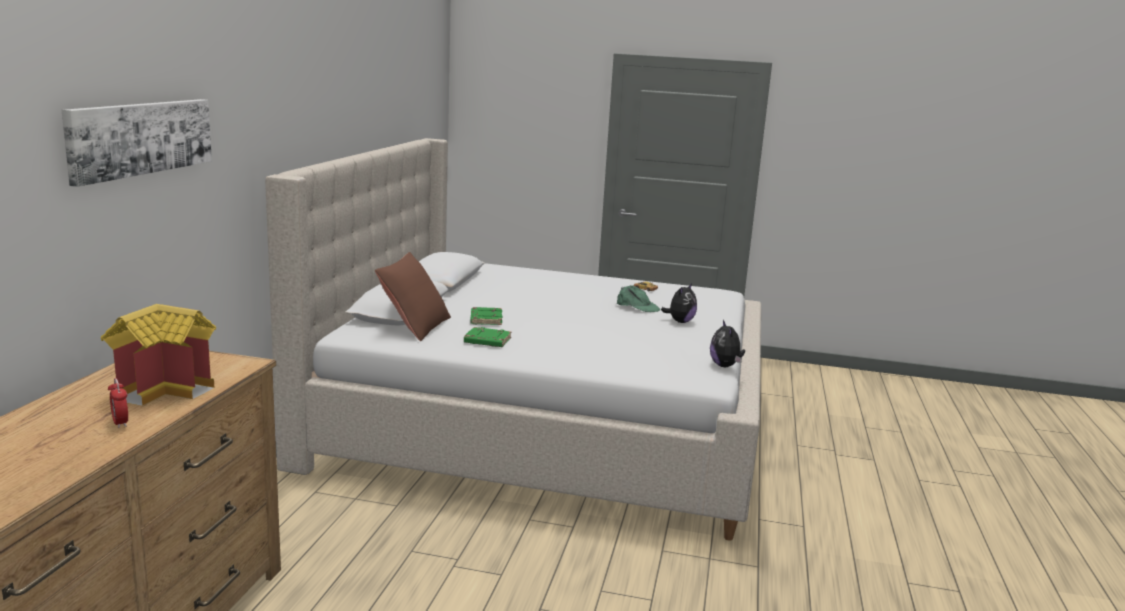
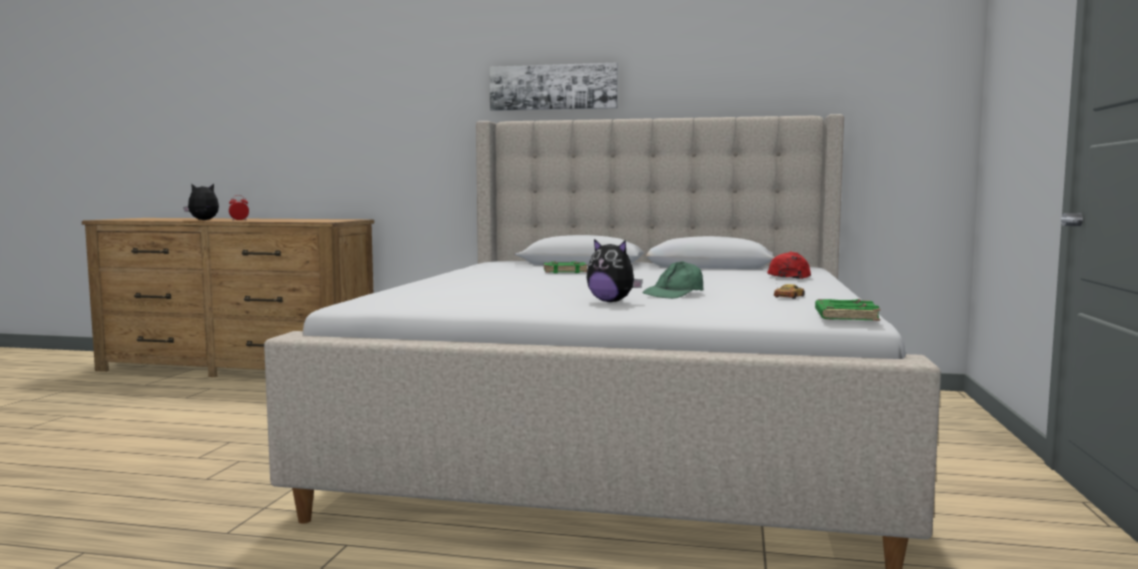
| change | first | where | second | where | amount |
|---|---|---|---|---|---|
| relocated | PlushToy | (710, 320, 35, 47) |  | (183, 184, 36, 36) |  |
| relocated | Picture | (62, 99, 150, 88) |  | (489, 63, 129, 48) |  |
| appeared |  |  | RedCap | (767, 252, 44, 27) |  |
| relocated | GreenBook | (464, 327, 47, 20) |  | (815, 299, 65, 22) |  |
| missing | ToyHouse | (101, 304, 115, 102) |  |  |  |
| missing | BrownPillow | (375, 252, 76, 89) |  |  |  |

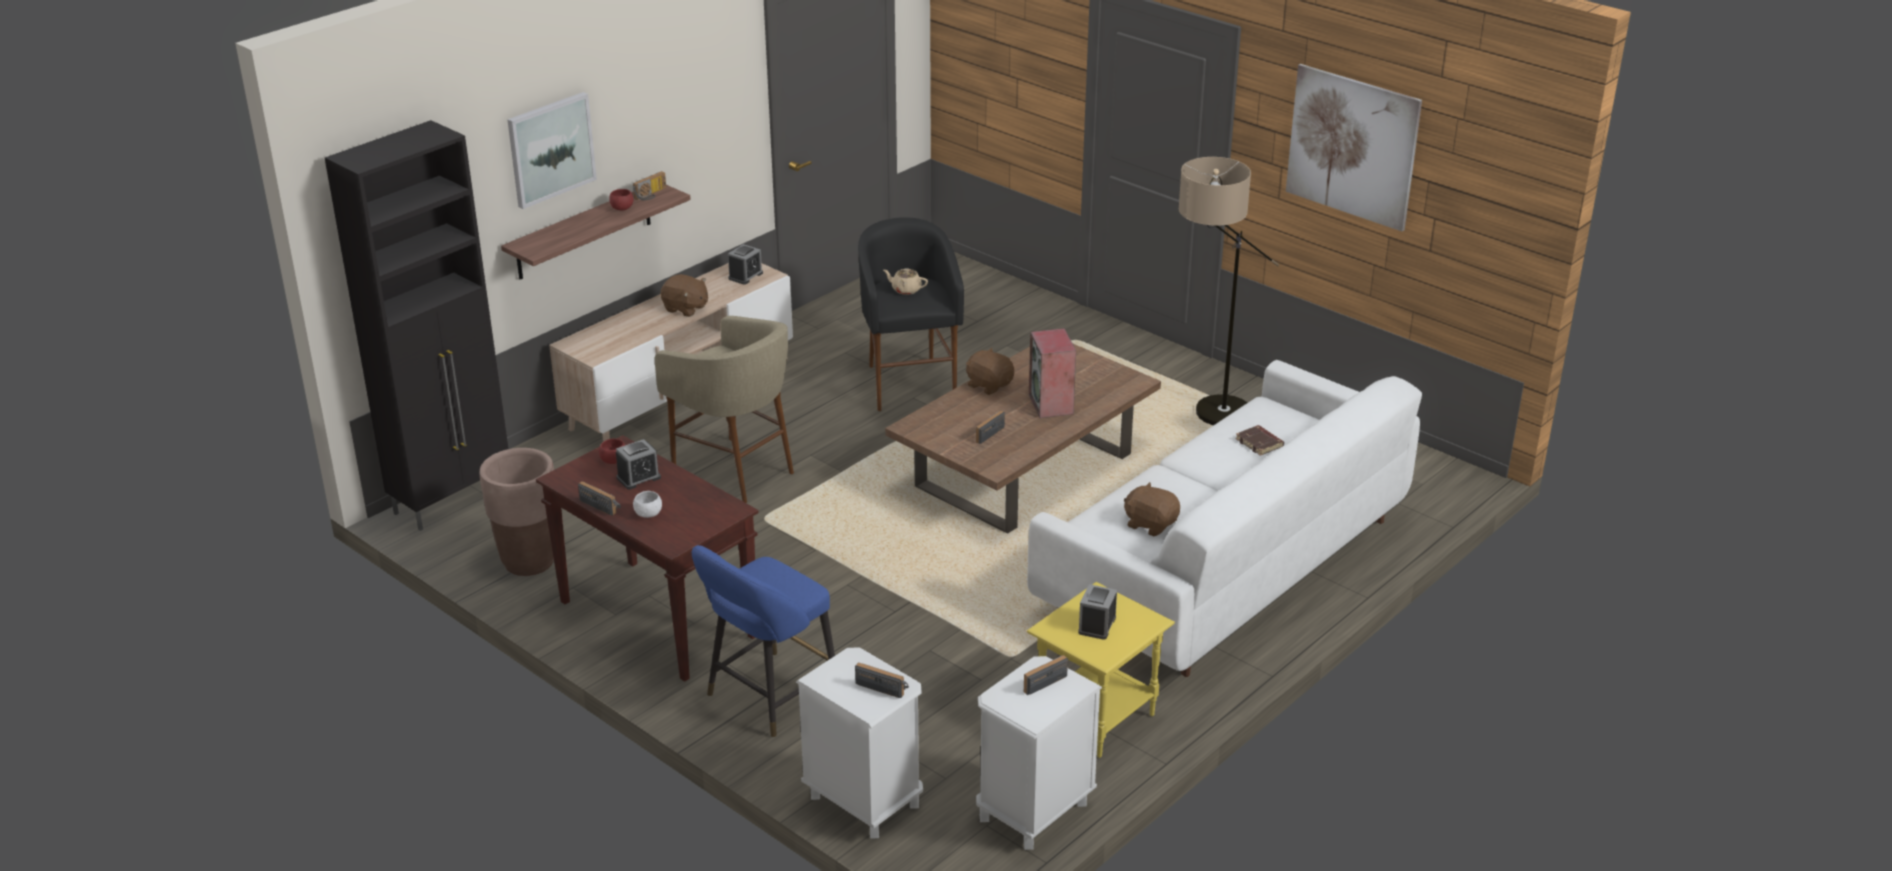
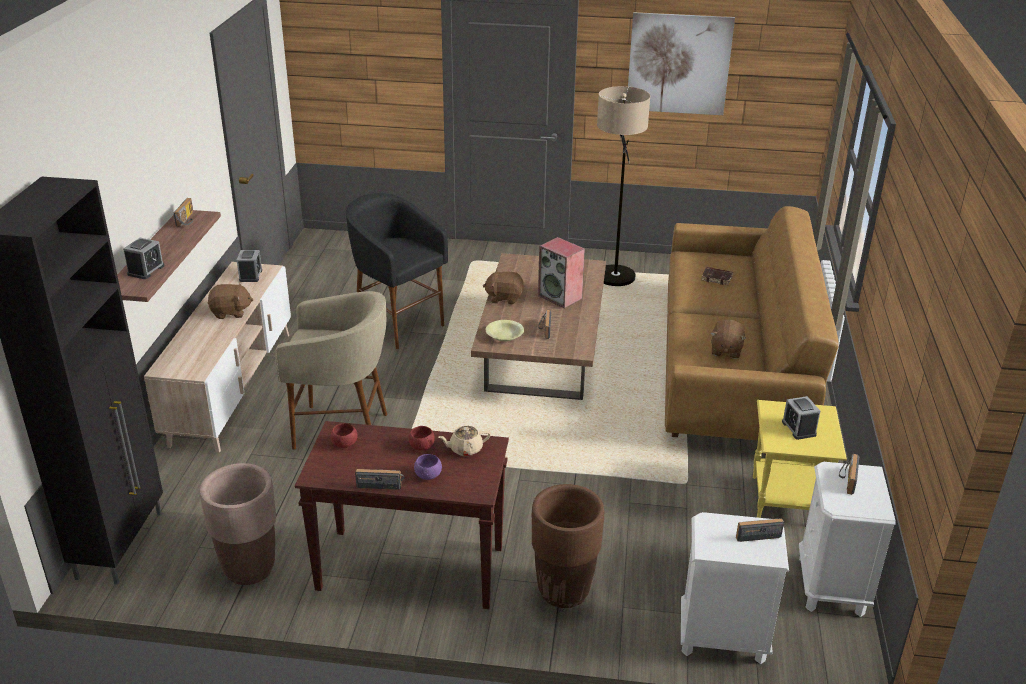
| change | first | where | second | where | amount |
|---|---|---|---|---|---|
| relocated | AlarmClock | (616, 439, 45, 51) |  | (123, 238, 42, 41) |  |
| relocated | RedBowl | (609, 189, 24, 21) |  | (409, 426, 26, 25) |  |
| colour | WhiteBowl | (633, 491, 29, 27) | PurpleBowl | (414, 454, 28, 26) |  |
| relocated | BeigeTeapot | (883, 268, 45, 27) |  | (438, 426, 53, 30) |  |
| appeared |  |  | YellowBowl | (486, 320, 38, 21) |  |
| exchanged | BlueStool | (692, 545, 143, 192) | BrownPlanter | (532, 484, 72, 124) |  |
| colour | WhiteSofa | (1027, 360, 395, 317) | BrownSofa | (665, 206, 174, 234) |  |
| spun | BrownPlushToy | (1124, 482, 56, 54) |  | (710, 320, 36, 39) | 75 degrees counterclockwise |
| missing | Picture | (507, 92, 90, 117) |  |  |  |

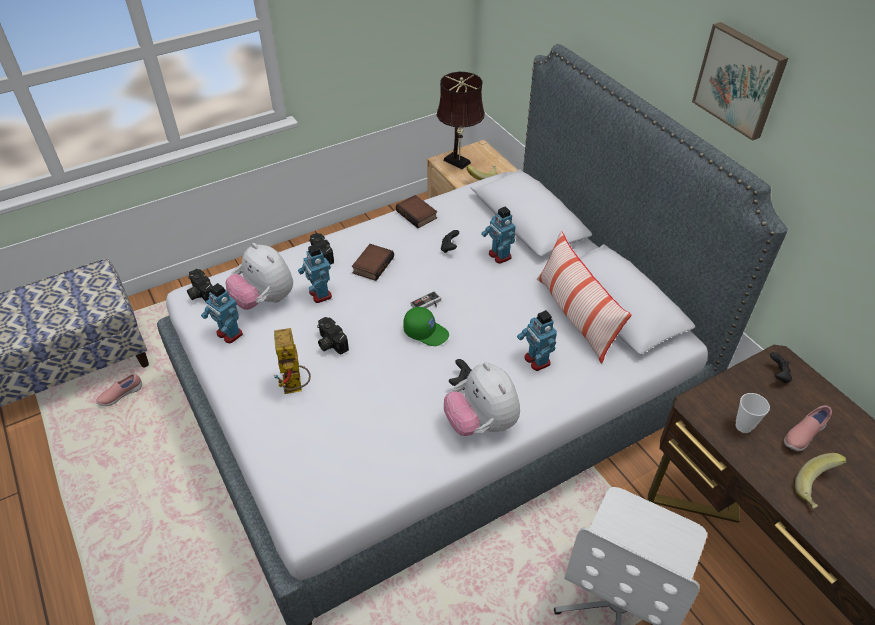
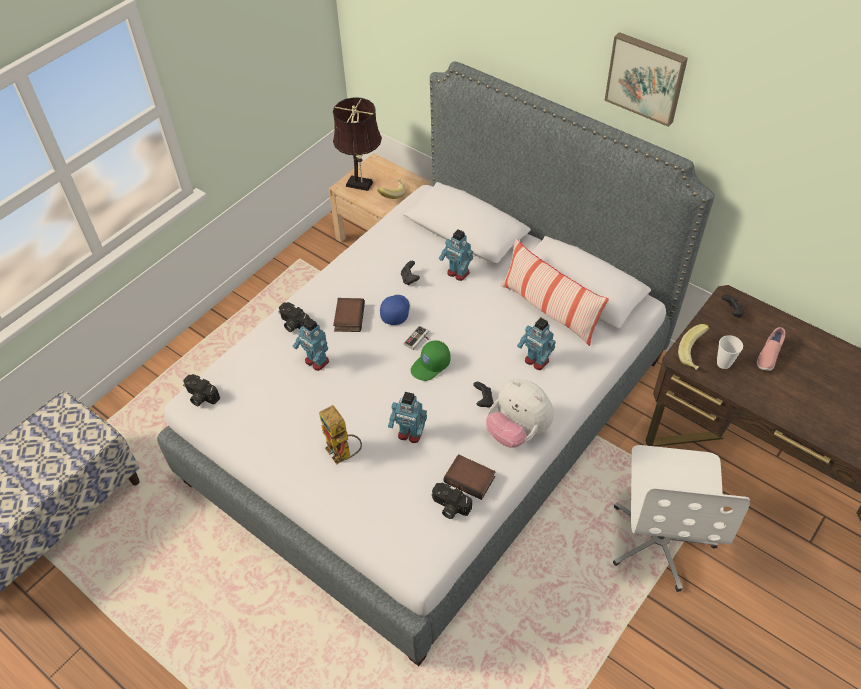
| change | first | where | second | where | amount |
|---|---|---|---|---|---|
| appeared |  |  | BlueCap | (380, 295, 30, 30) |  |
| relocated | ToyRobot | (201, 283, 42, 60) |  | (388, 392, 39, 51) |  |
| spun | GreenCap | (403, 307, 46, 39) |  | (411, 340, 39, 41) | 135 degrees clockwise |
| relocated | PhotoCamera | (317, 317, 32, 38) |  | (432, 483, 40, 36) |  |
| relocated | Book | (396, 195, 41, 33) |  | (444, 454, 52, 46) |  |
| relocated | Banana | (795, 453, 52, 56) |  | (678, 324, 31, 46) |  |
| missing | PinkShoe | (96, 374, 46, 32) |  |  |  |
| missing | PlushToy | (225, 243, 68, 67) |  |  |  |

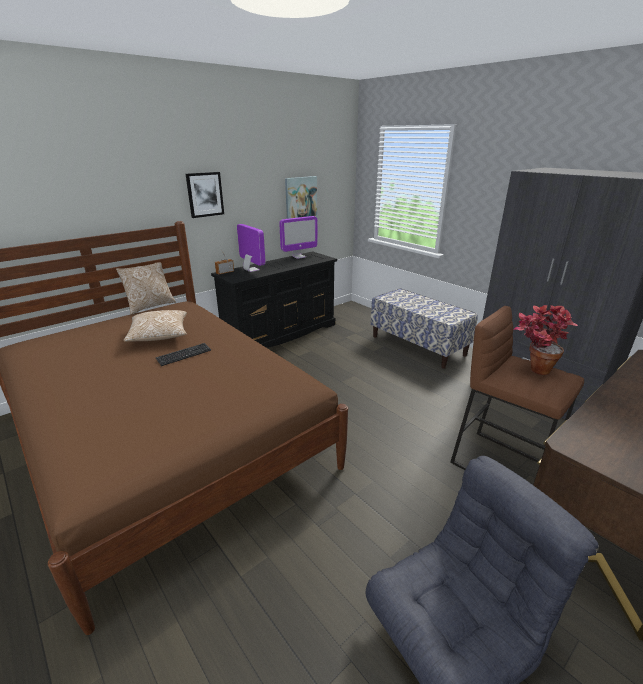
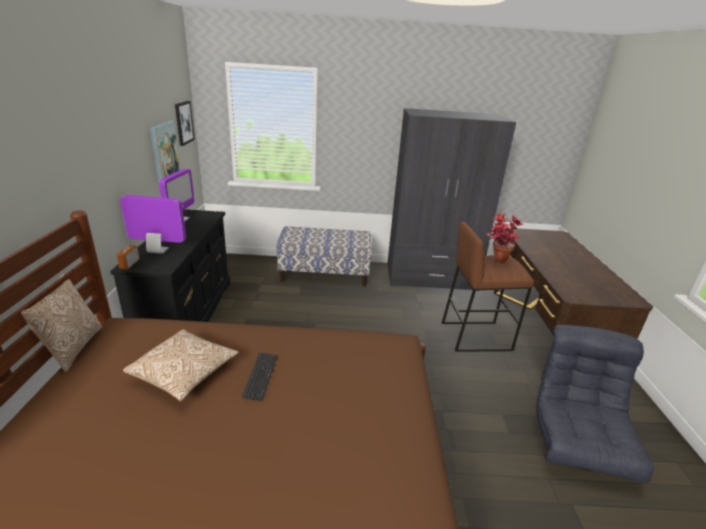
| change | first | where | second | where | amount |
|---|---|---|---|---|---|
| relocated | Picture | (186, 172, 38, 46) |  | (175, 101, 20, 45) |  |

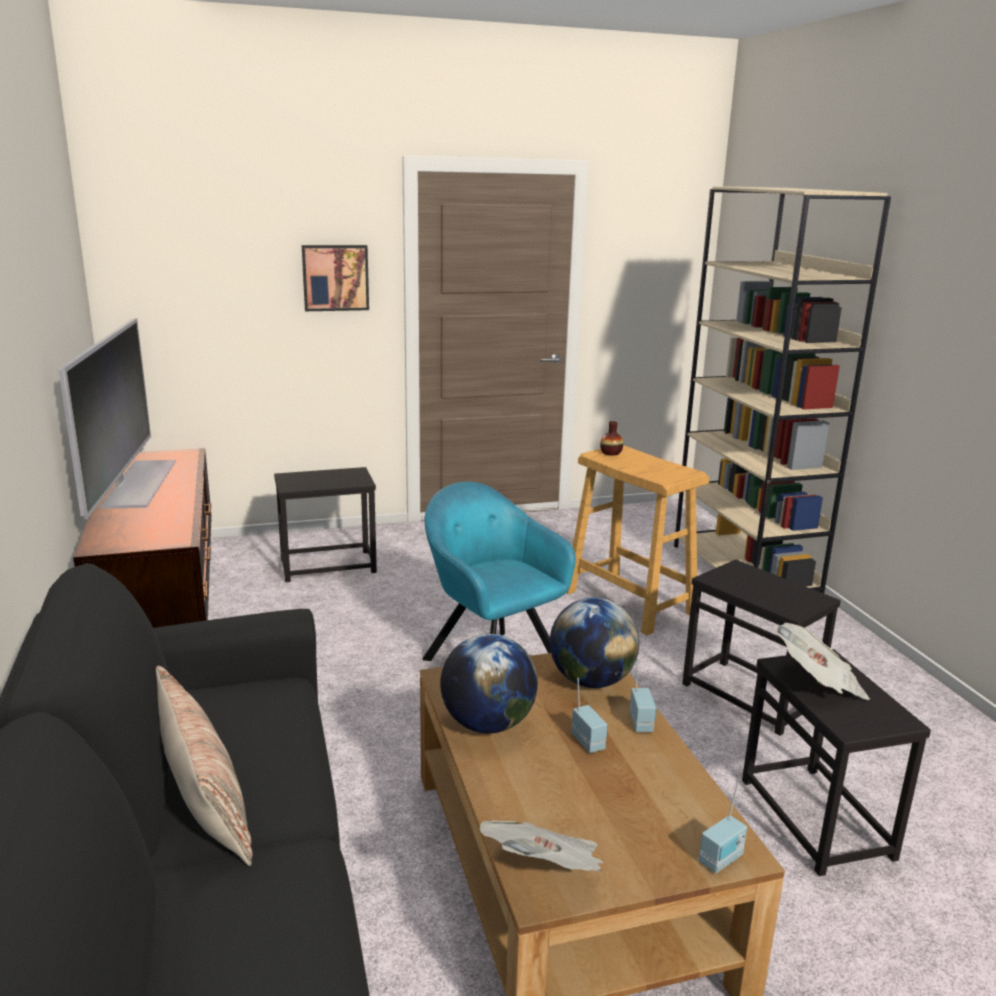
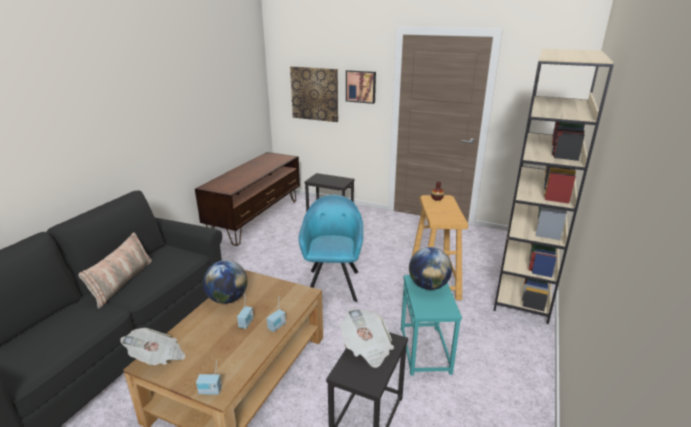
| change | first | where | second | where | amount |
|---|---|---|---|---|---|
| appeared |  |  | Picture | (290, 66, 48, 56) |  |
| colour | BlackSideTable | (682, 560, 159, 176) | TurquoiseSideTable | (401, 275, 61, 100) |  |
| relocated | Globe | (550, 598, 89, 90) |  | (409, 247, 43, 43) |  |
| missing | Television | (59, 318, 117, 201) |  |  |  |

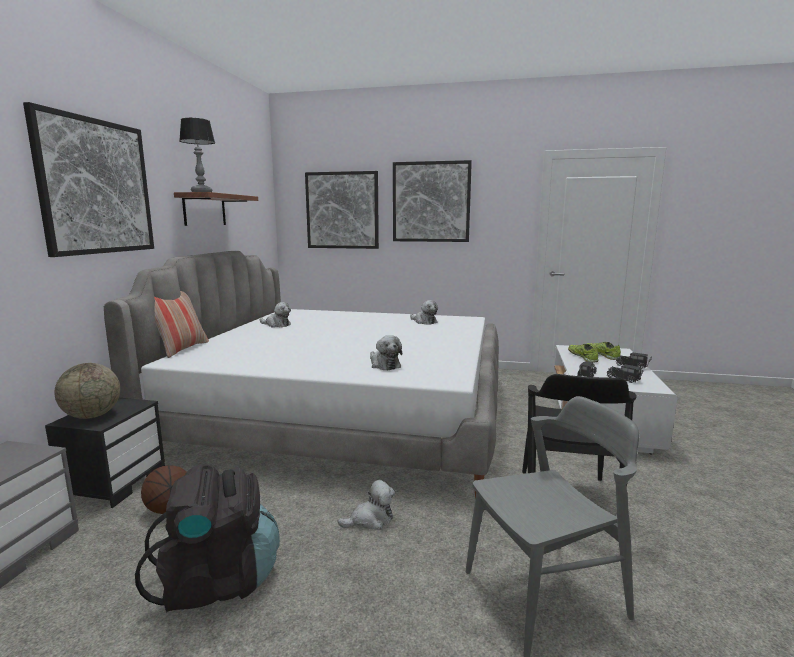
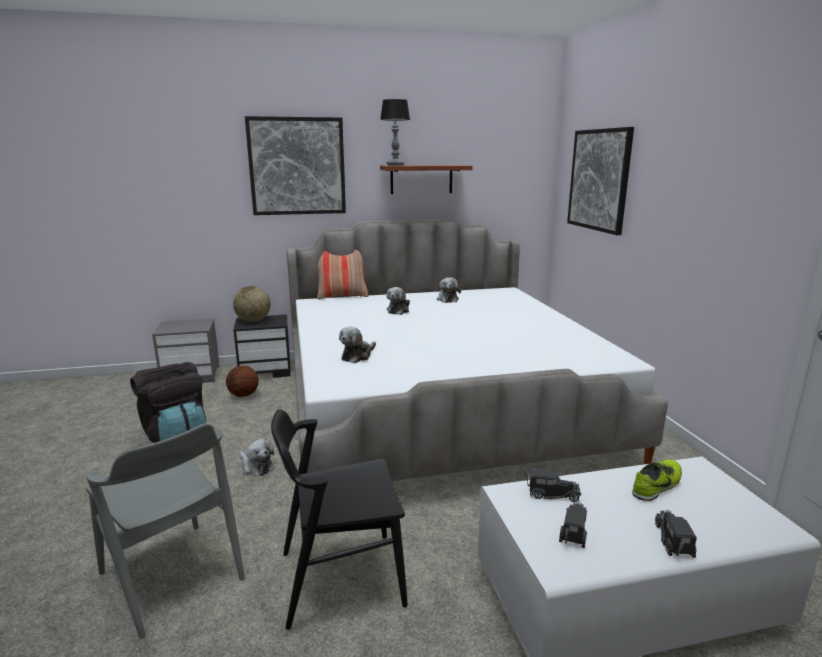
| change | first | where | second | where | amount |
|---|---|---|---|---|---|
| relocated | PlushToy | (410, 300, 28, 25) |  | (386, 287, 24, 28) |  |
| missing | Picture | (393, 160, 79, 82) |  |  |  |
| missing | Shoe | (587, 342, 34, 18) |  |  |  |

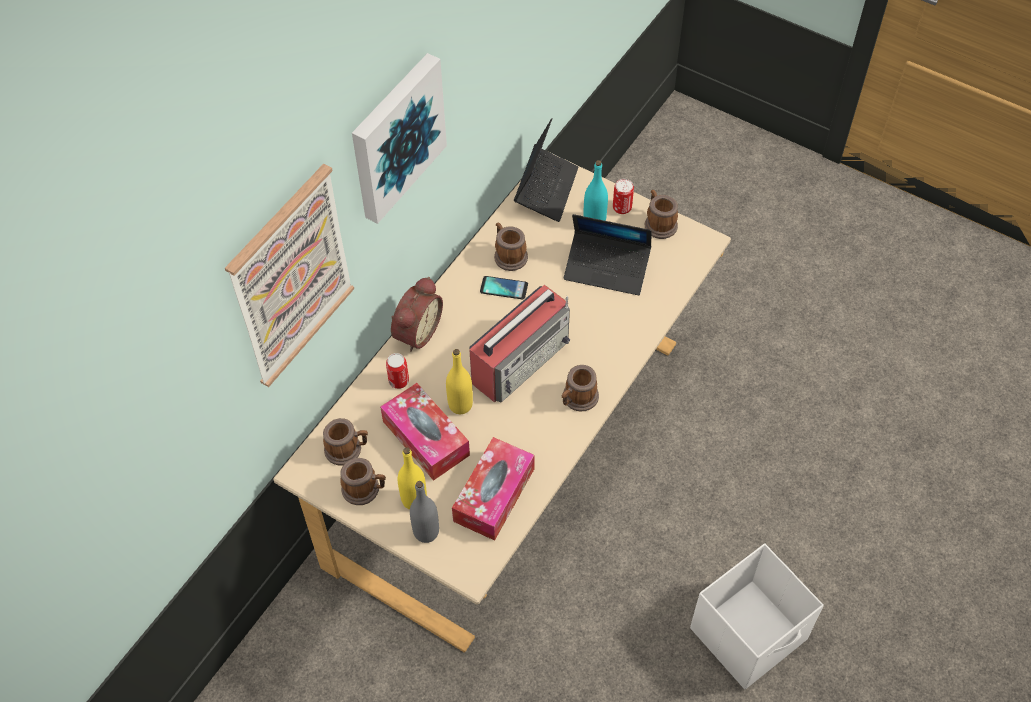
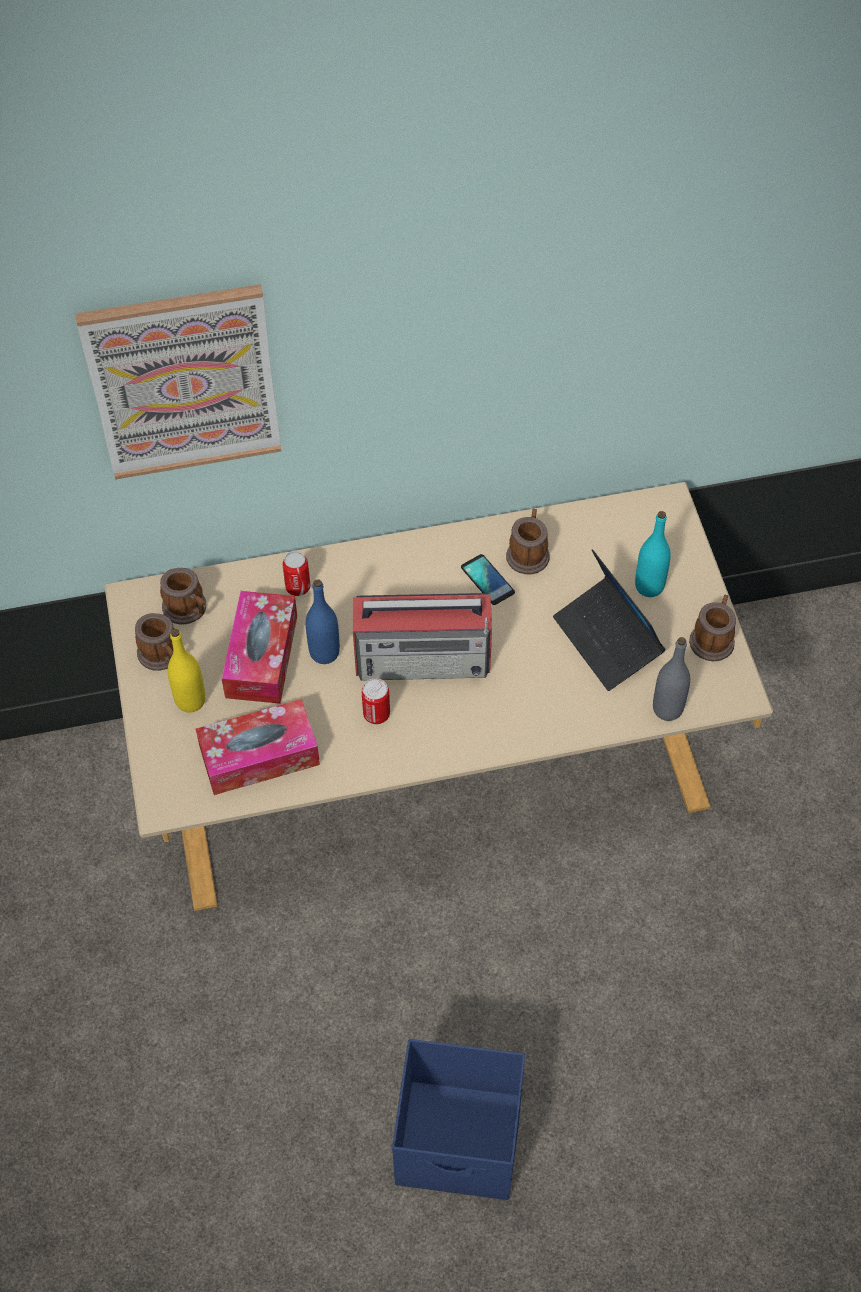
| change | first | where | second | where | amount |
|---|---|---|---|---|---|
| colour | YellowBottle | (446, 349, 27, 65) | BlueBottle | (306, 579, 34, 85) |  |
| relocated | Can | (613, 179, 21, 35) |  | (362, 678, 28, 46) |  |
| colour | WhiteStorageBox | (690, 543, 134, 147) | BlueStorageBox | (392, 1039, 133, 161) |  |
| relocated | GreyBottle | (410, 481, 29, 62) |  | (653, 637, 37, 84) |  |
| missing | Picture | (352, 53, 95, 171) |  |  |  |
| missing | AlarmClock | (391, 277, 52, 75) |  |  |  |
| missing | Laptop | (514, 118, 64, 104) |  |  |  |
| missing | Mug | (562, 365, 37, 46) |  |  |  |

